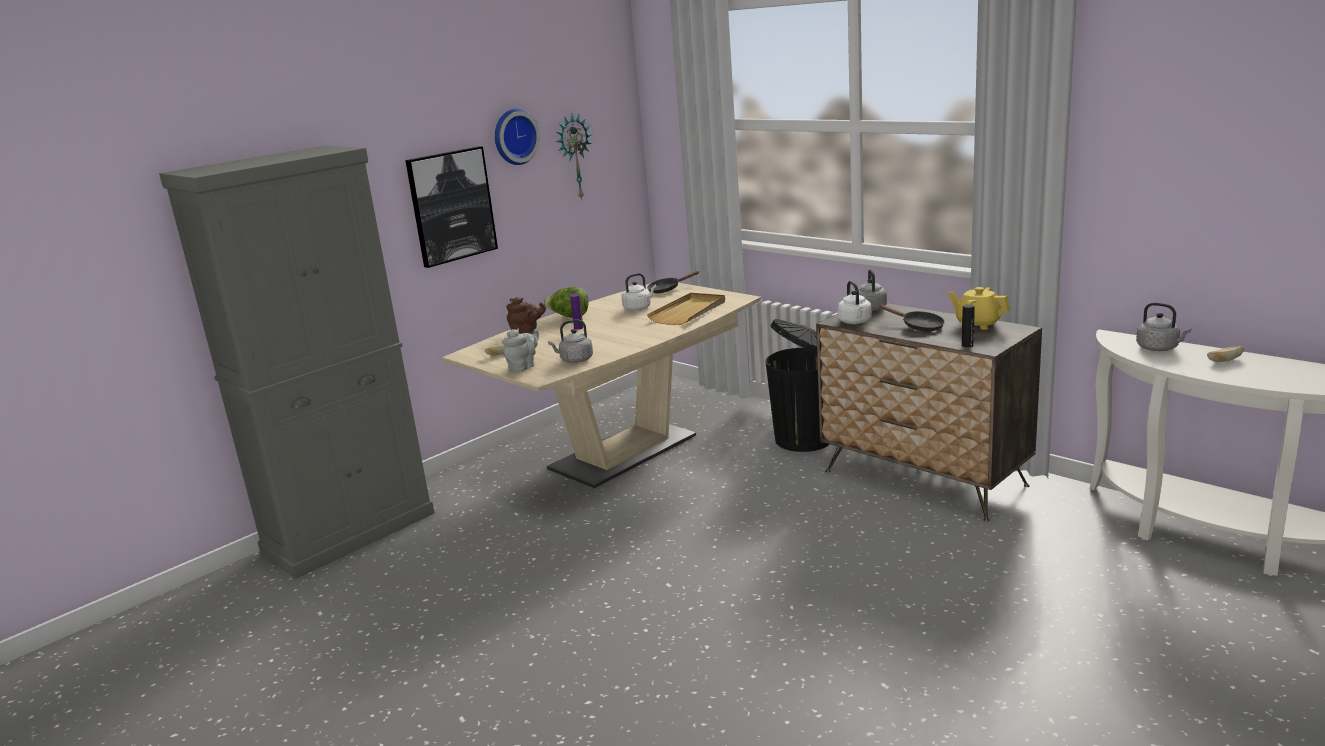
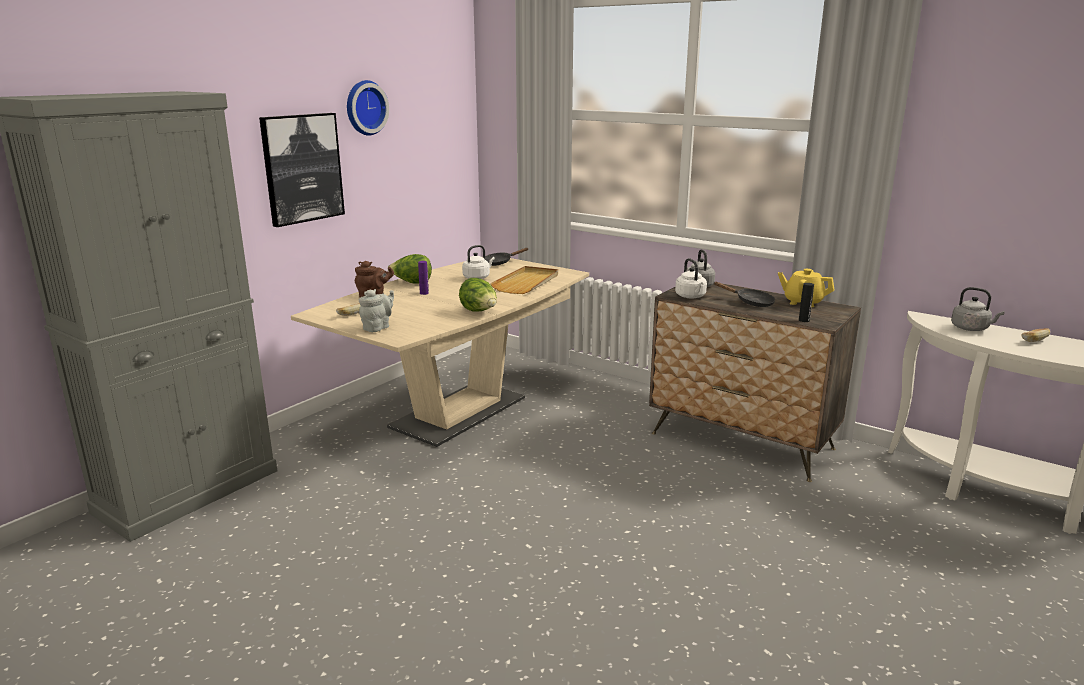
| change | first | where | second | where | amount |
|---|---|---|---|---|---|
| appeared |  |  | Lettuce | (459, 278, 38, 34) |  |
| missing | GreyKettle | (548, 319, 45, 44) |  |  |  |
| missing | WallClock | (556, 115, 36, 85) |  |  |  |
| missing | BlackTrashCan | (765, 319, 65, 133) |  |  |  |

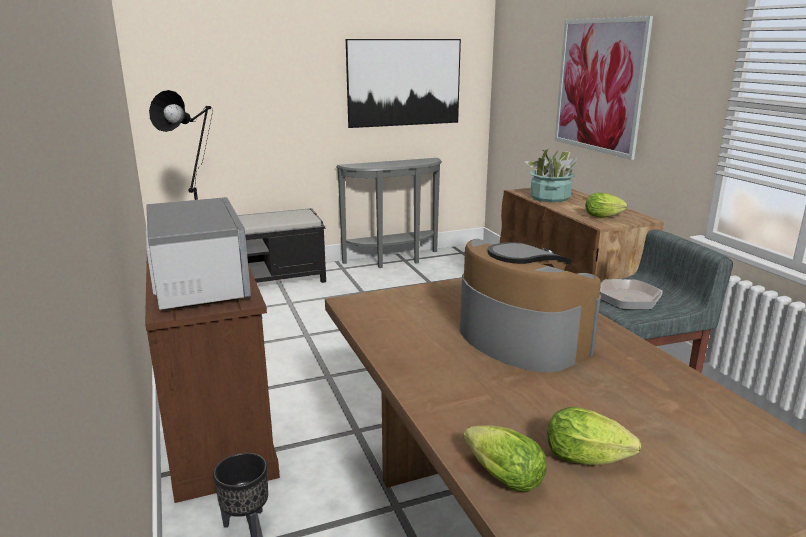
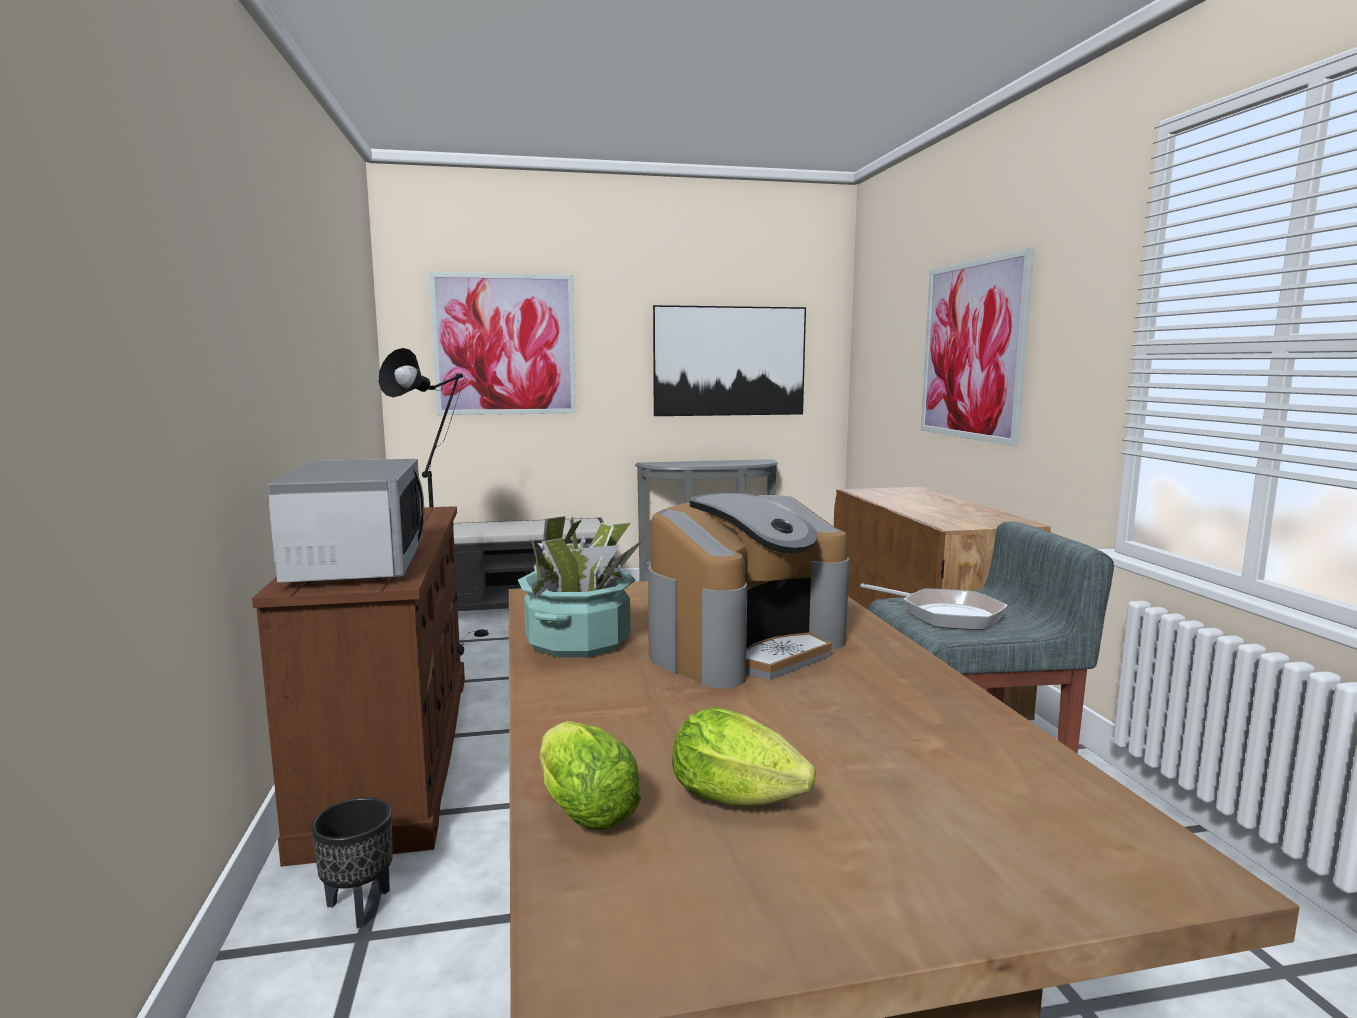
| change | first | where | second | where | amount |
|---|---|---|---|---|---|
| appeared |  |  | Picture | (429, 272, 147, 143) |  |
| relocated | PottedPlant | (524, 149, 53, 54) |  | (518, 516, 127, 141) |  |
| spun | CoffeeMachine | (460, 238, 141, 134) |  | (648, 493, 201, 196) | 75 degrees clockwise |
| missing | Lettuce | (586, 193, 42, 25) |  |  |  |

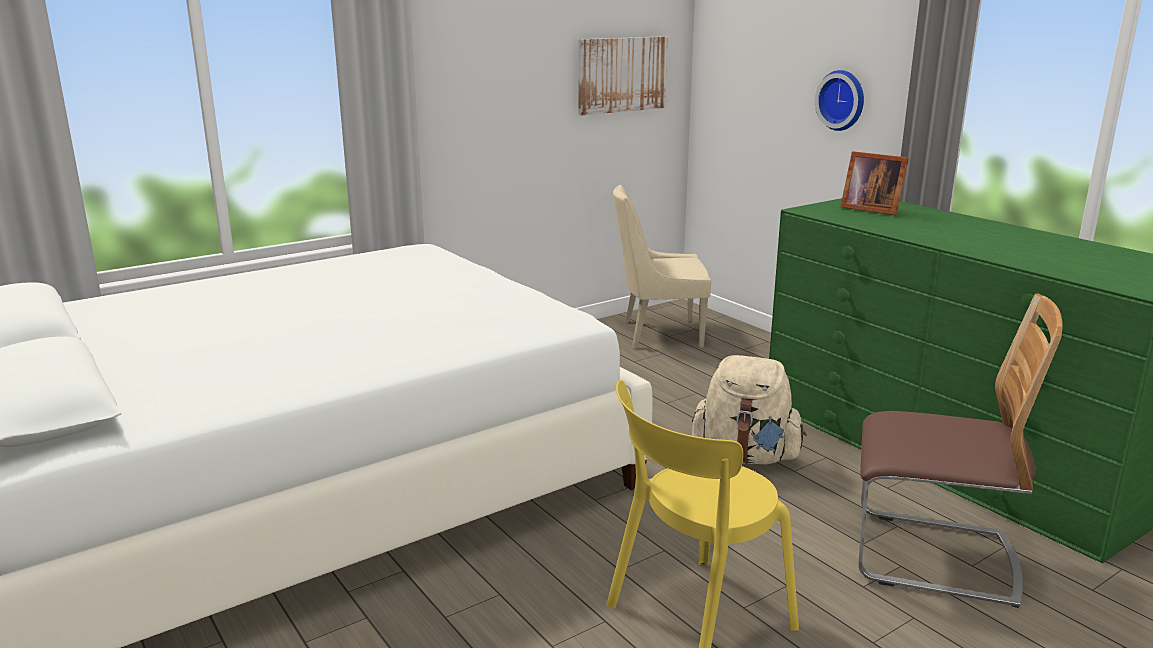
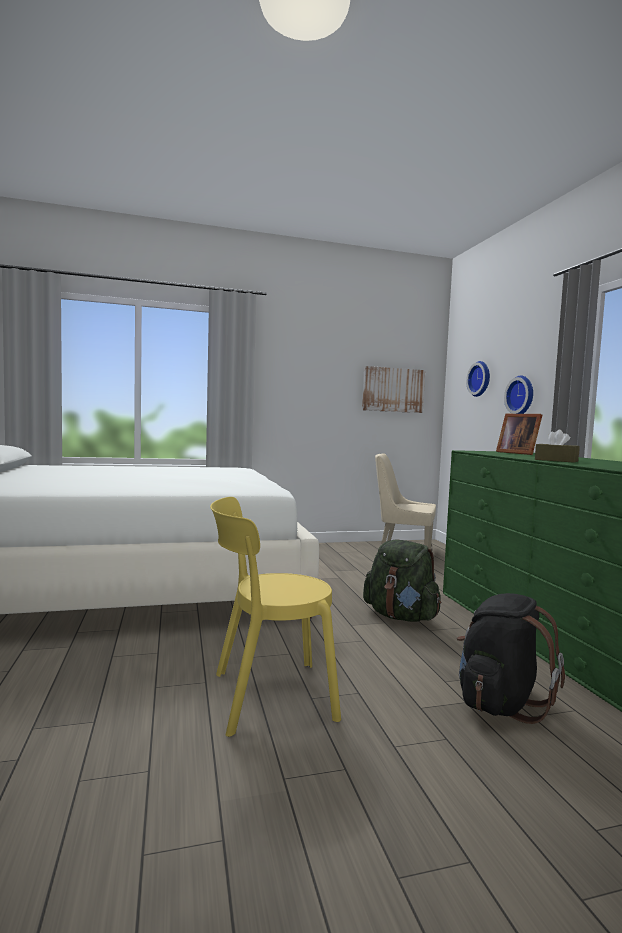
| change | first | where | second | where | amount |
|---|---|---|---|---|---|
| colour | BeigeBackpack | (692, 355, 115, 109) | GreenBackpack | (363, 540, 78, 82) |  |
| exchanged | Chair | (858, 293, 205, 315) | BlackBackpack | (457, 593, 108, 131) |  |
| appeared |  |  | WallClock | (466, 361, 24, 36) |  |
| appeared |  |  | BrownTissueBox | (535, 430, 45, 33) |  |

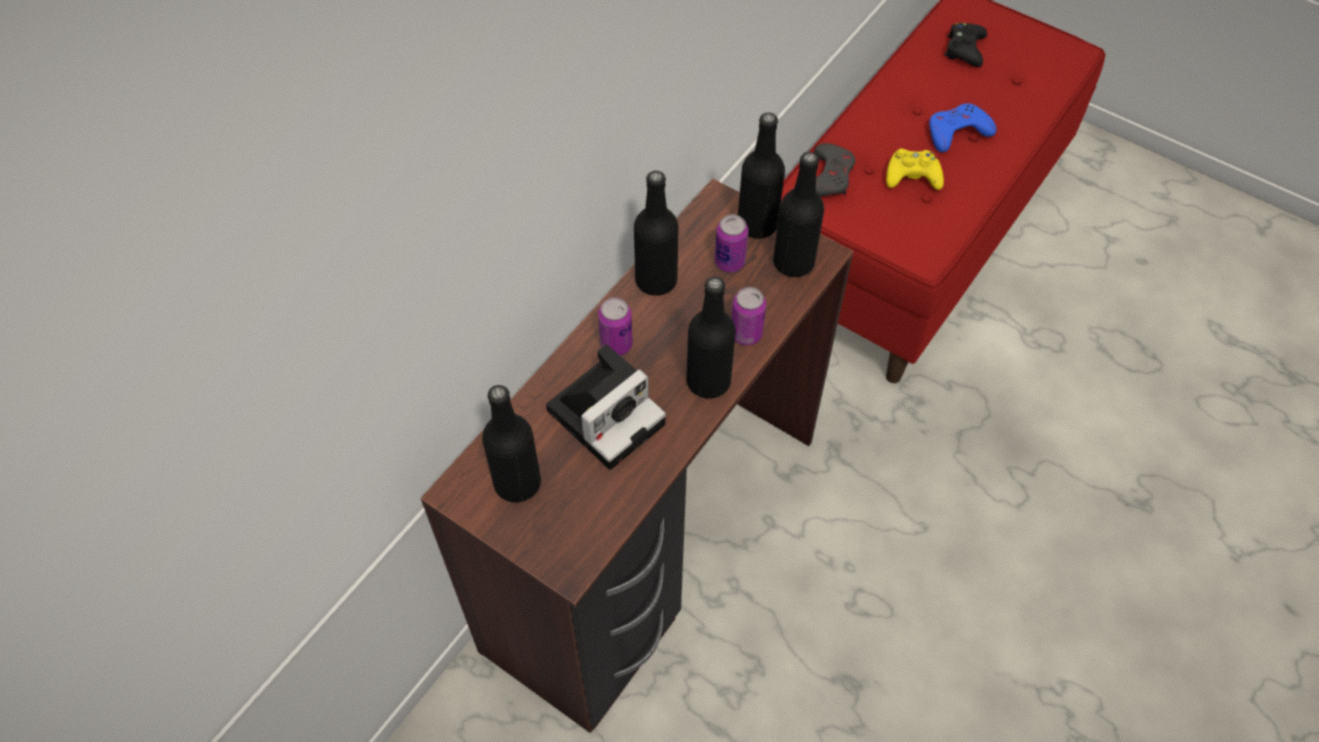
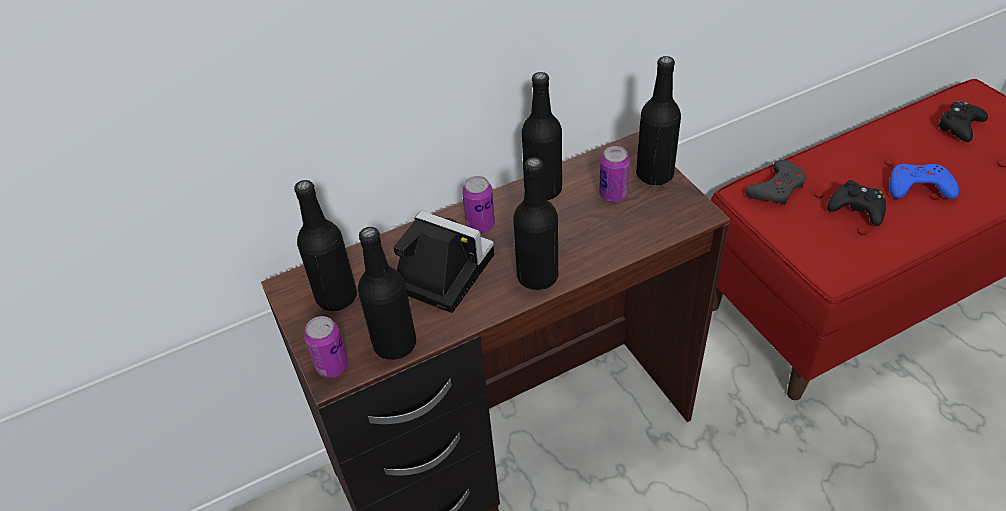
| change | first | where | second | where | amount |
|---|---|---|---|---|---|
| relocated | Can | (731, 287, 35, 58) |  | (304, 316, 44, 62) |  |
| relocated | BlackBottle | (773, 152, 51, 125) |  | (358, 227, 58, 133) |  |
| spun | PhotoCamera | (546, 344, 120, 126) |  | (394, 211, 100, 102) | 135 degrees counterclockwise |
| colour | YellowGameController | (886, 148, 58, 42) | BlackGameController | (827, 180, 59, 46) |  |

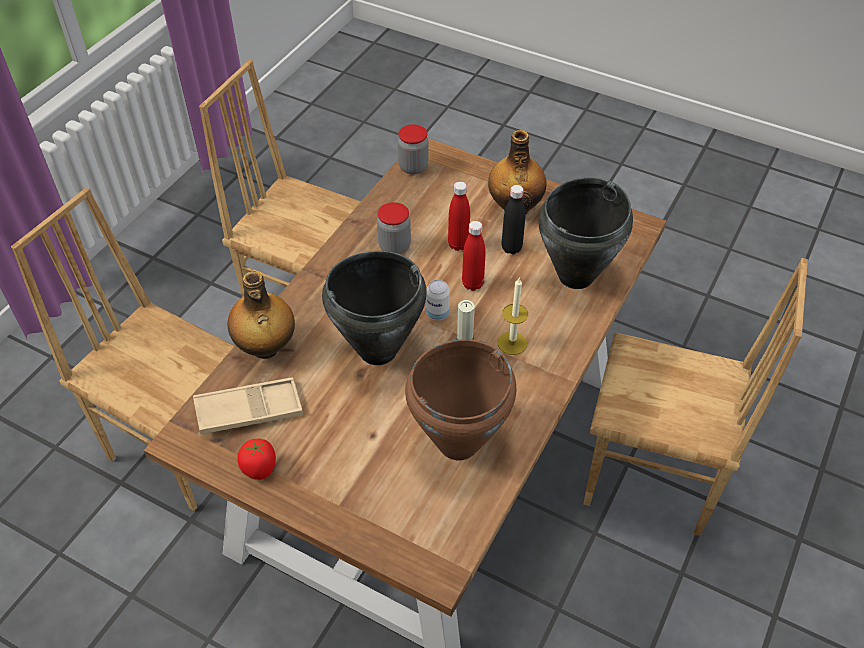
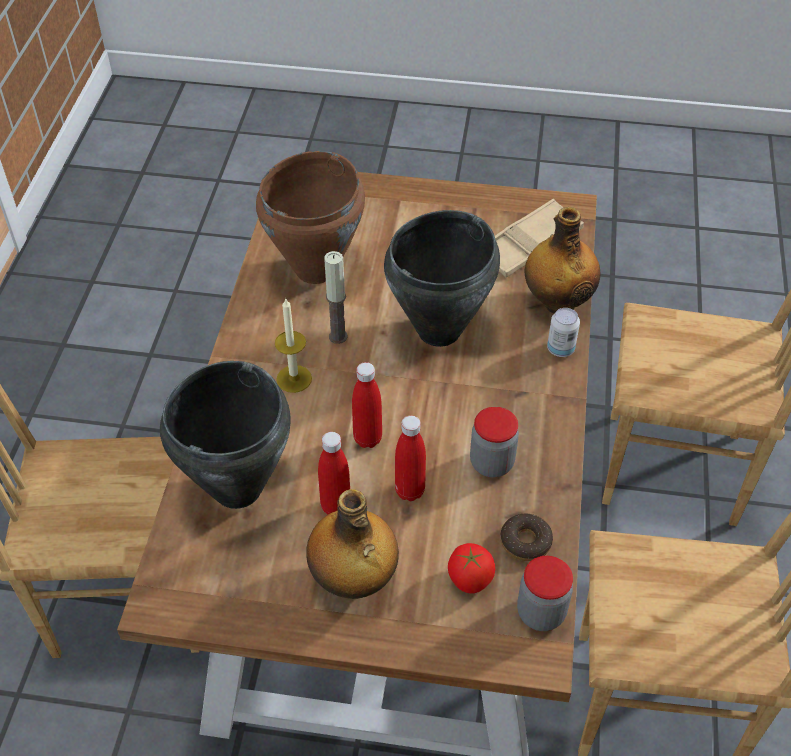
| change | first | where | second | where | amount |
|---|---|---|---|---|---|
| colour | BlackBottle | (502, 185, 23, 69) | RedBottle | (318, 432, 32, 83) |  |
| relocated | Tomato | (237, 439, 39, 41) |  | (448, 543, 47, 51) |  |
| appeared |  |  | Donut | (500, 513, 53, 48) |  |
| relocated | Can | (426, 280, 24, 41) |  | (547, 308, 33, 49) |  |

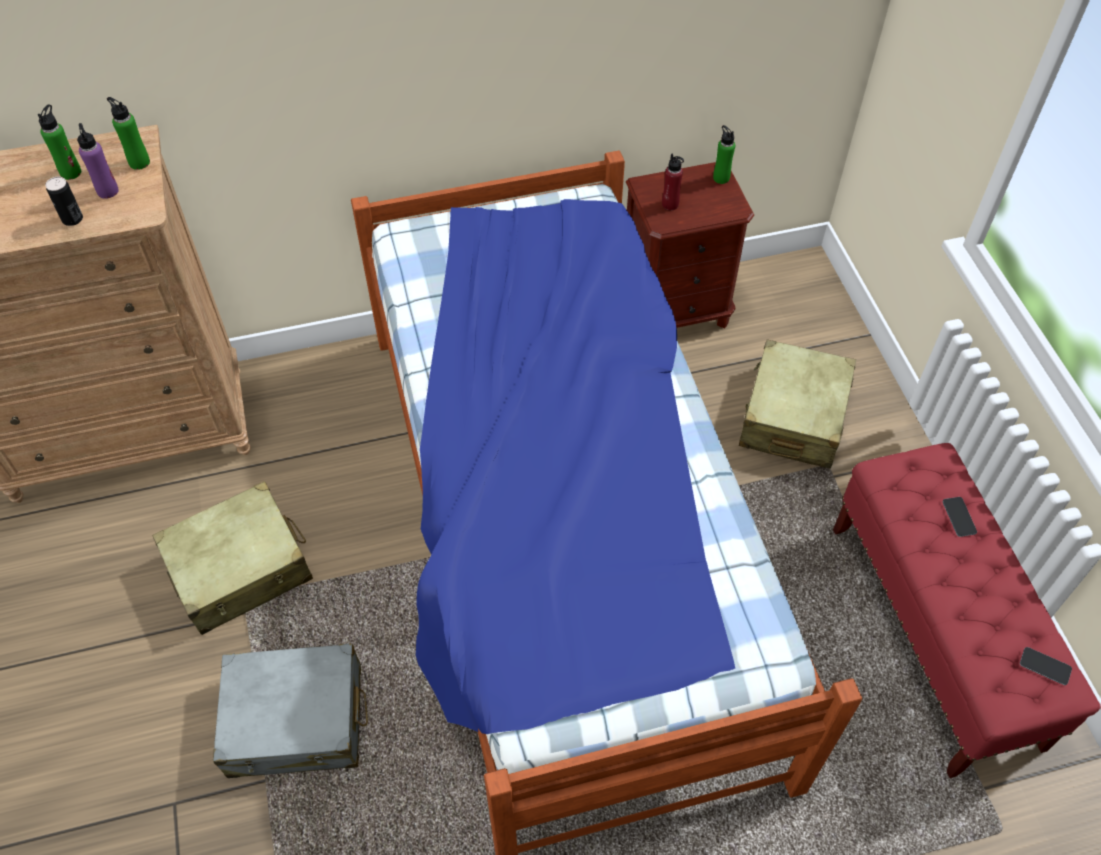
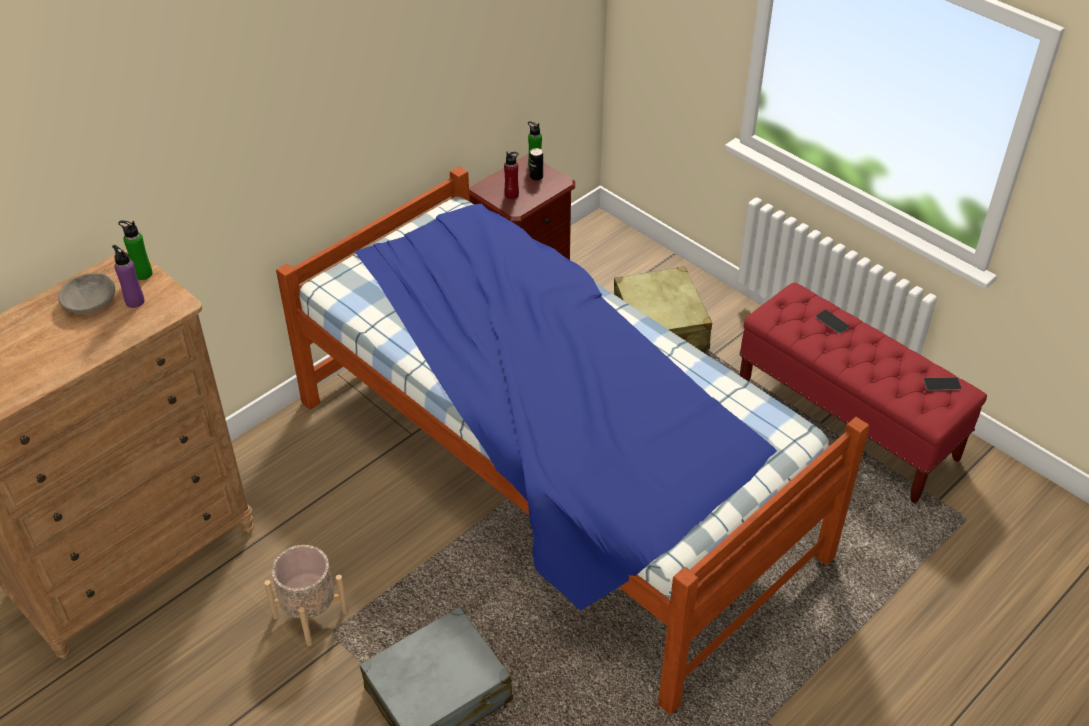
| change | first | where | second | where | amount |
|---|---|---|---|---|---|
| exchanged | GreenBottle | (37, 105, 44, 75) | GreyBowl | (58, 274, 57, 40) |  |
| exchanged | BeigeSuitcase | (152, 481, 161, 154) | BeigePlanter | (264, 545, 84, 101) |  |
| relocated | Can | (45, 177, 38, 49) |  | (530, 148, 13, 33) |  |

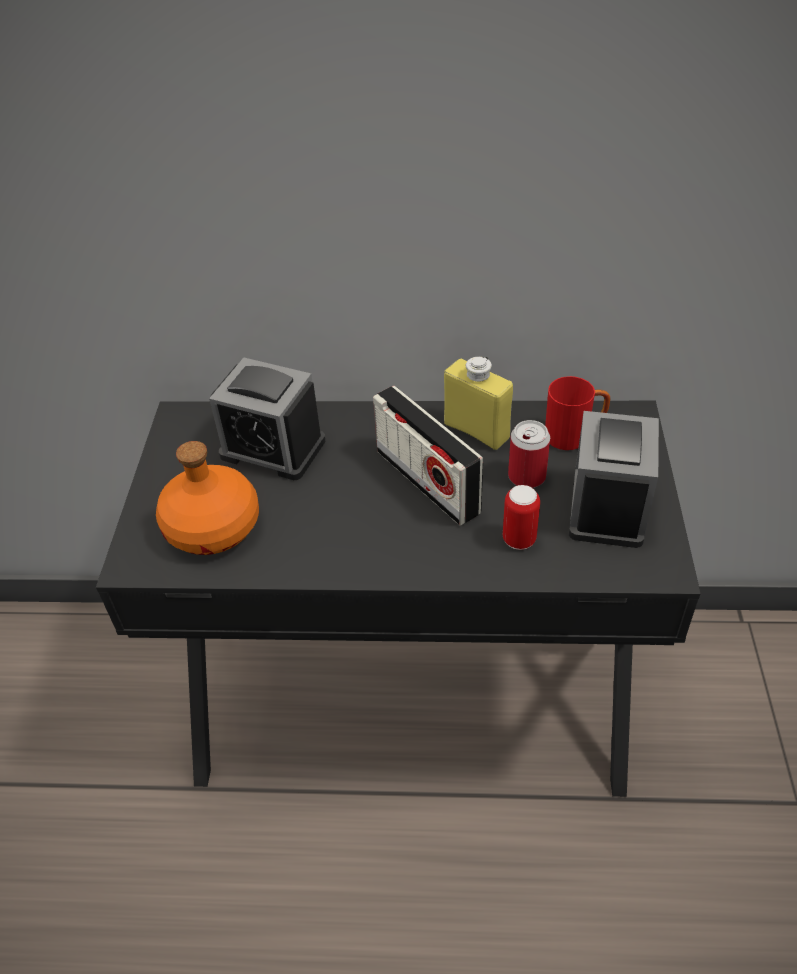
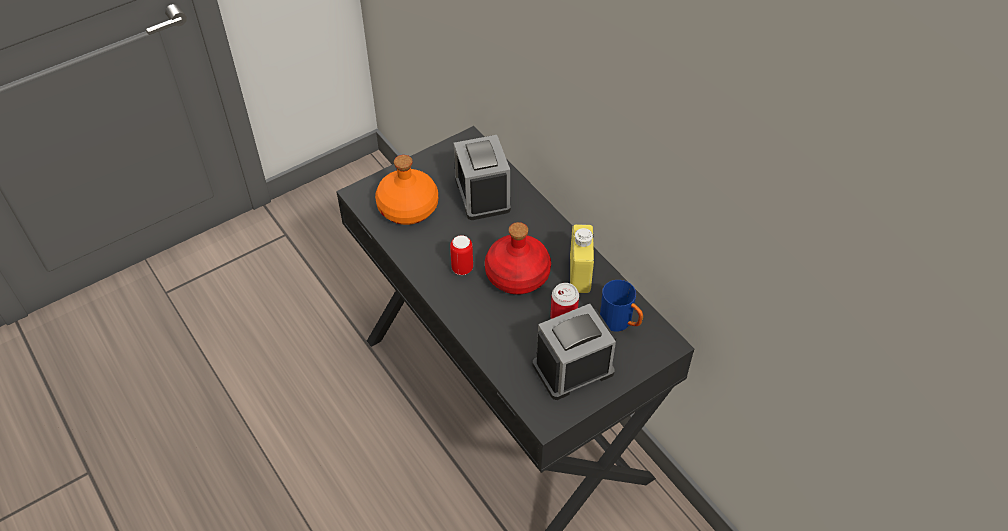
| change | first | where | second | where | amount |
|---|---|---|---|---|---|
| relocated | Can | (503, 485, 37, 65) |  | (450, 235, 23, 40) |  |
| exchanged | Radio | (373, 386, 110, 140) | RedBottle | (485, 222, 66, 73) |  |
| colour | RedMug | (545, 376, 65, 74) | BlueMug | (600, 280, 43, 52) |  |

